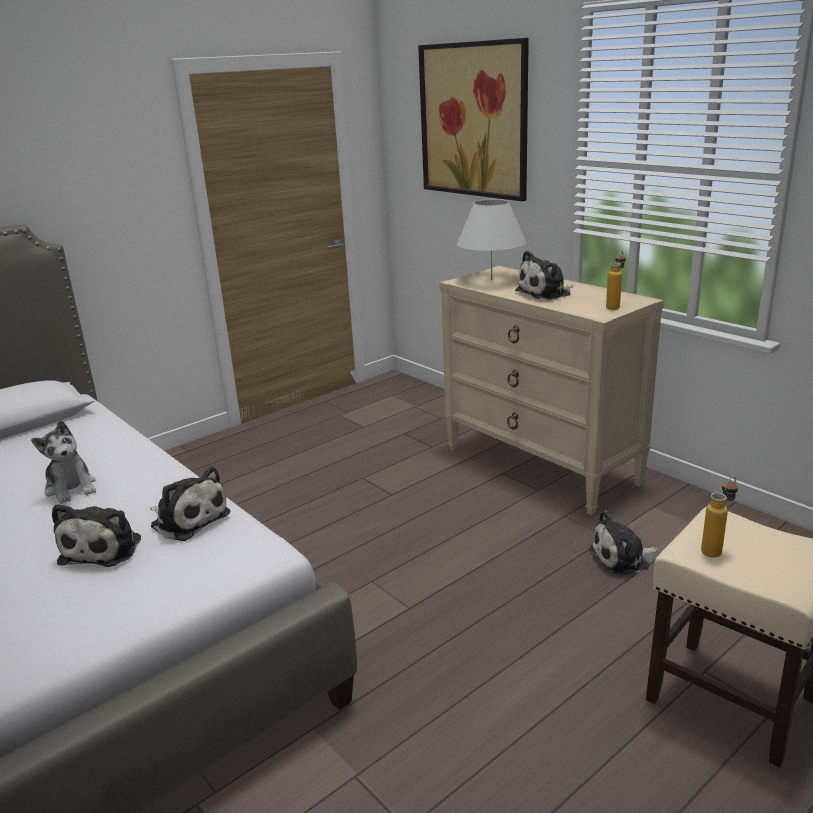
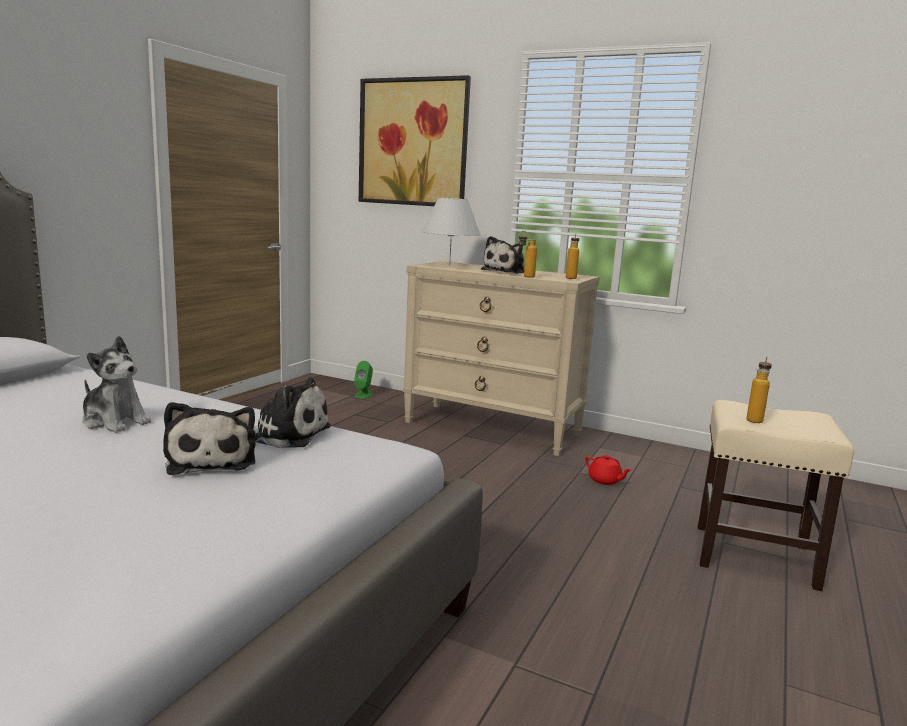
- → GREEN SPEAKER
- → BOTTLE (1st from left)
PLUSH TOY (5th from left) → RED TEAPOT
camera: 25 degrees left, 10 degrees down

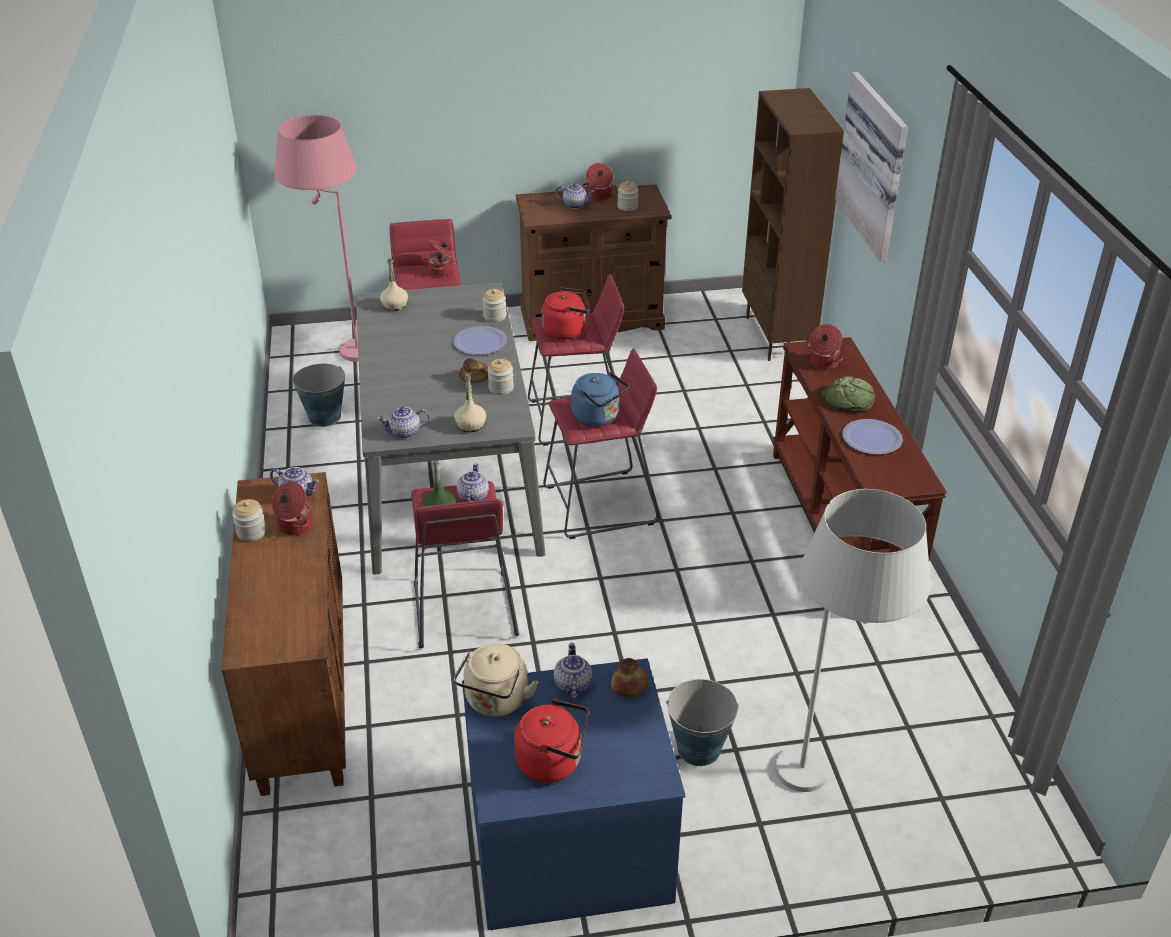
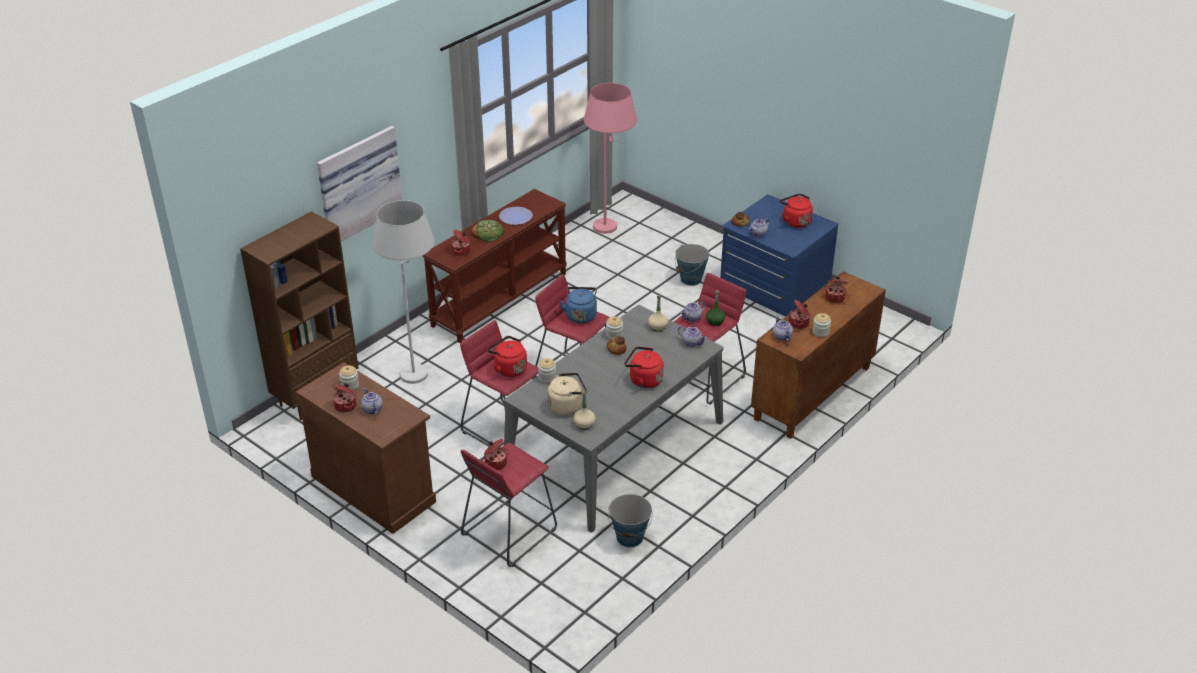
WHITE FLOOR LAMP, move
BEIGE KETTLE, move
PINK FLOOR LAMP, move
- → RED KETTLE (2nd from left)
- → COOKING POT (5th from left)
PLATE (1st from left) → -
camera: 130 degrees left, 0 degrees up

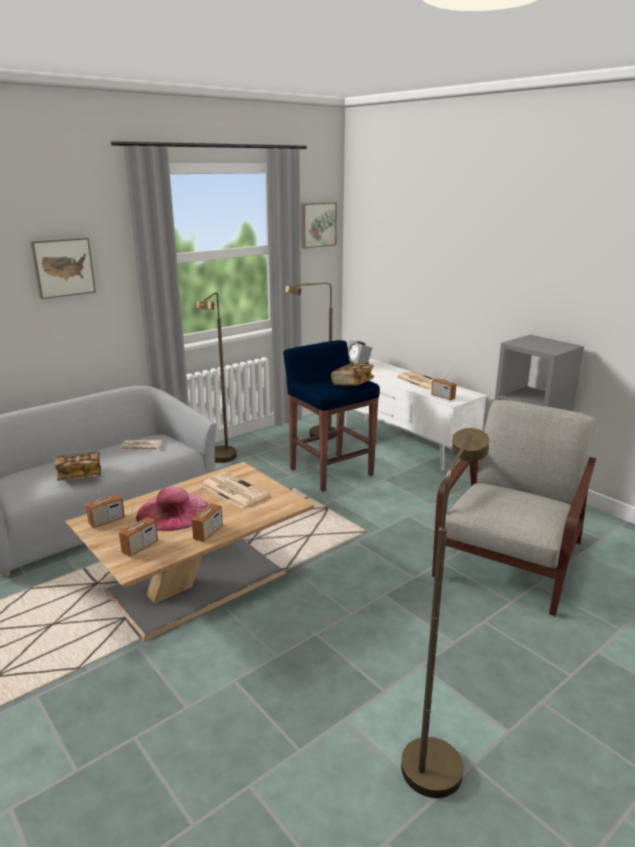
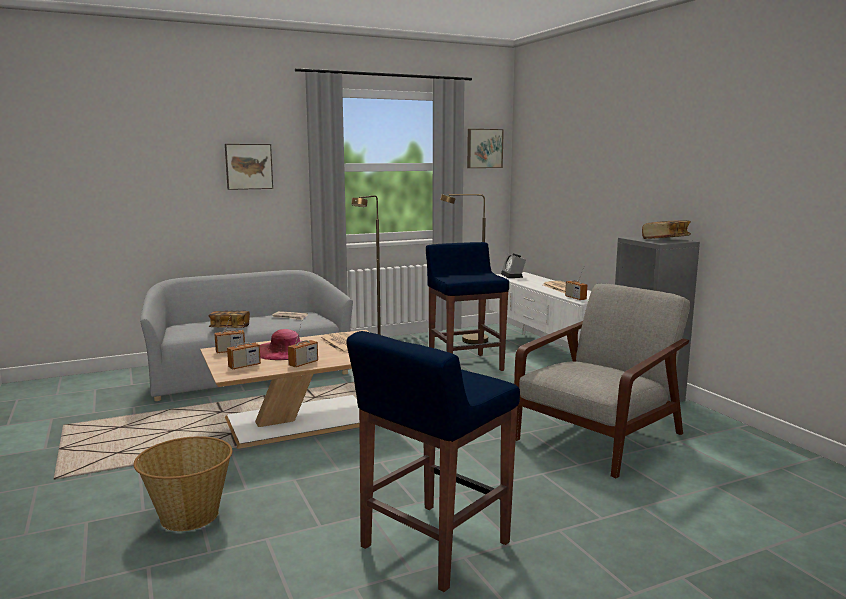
- → BASKET
BROWN FLOOR LAMP (3rd from left) → BLUE STOOL (1st from left)
BOOK (2nd from left), move
camera: 15 degrees right, 10 degrees down

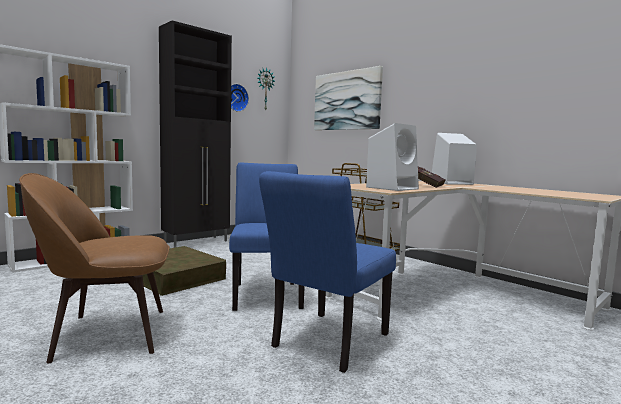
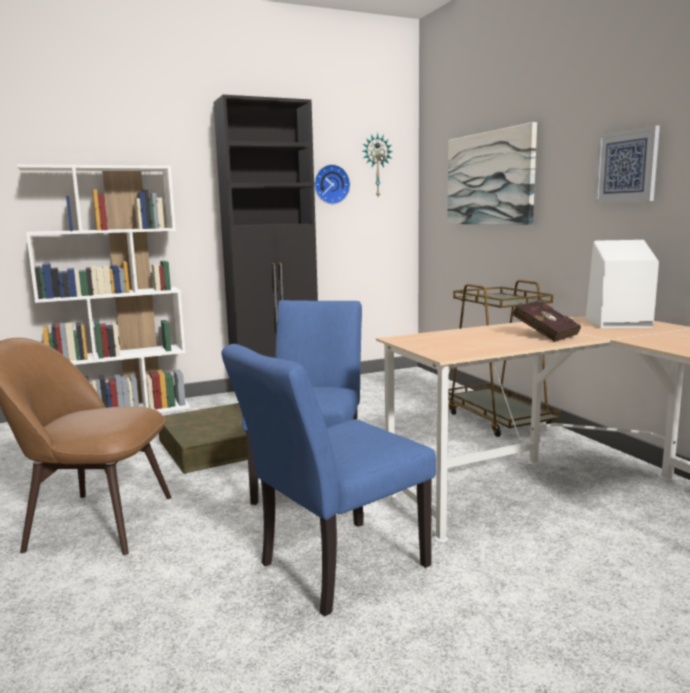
- → PICTURE (2nd from left)
WHITE SPEAKER (1st from left) → -
camera: 20 degrees right, 5 degrees up

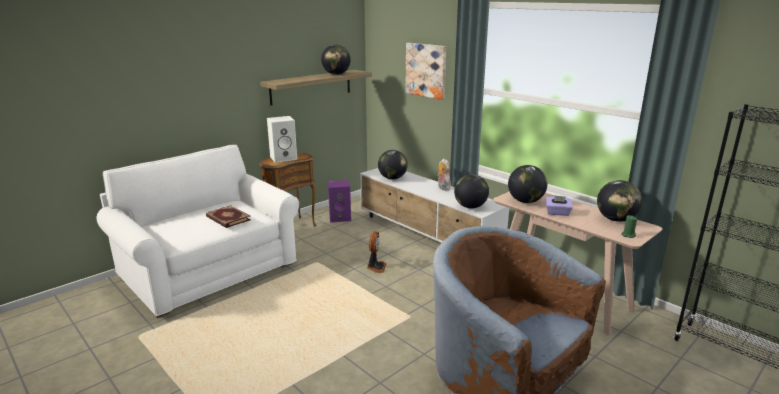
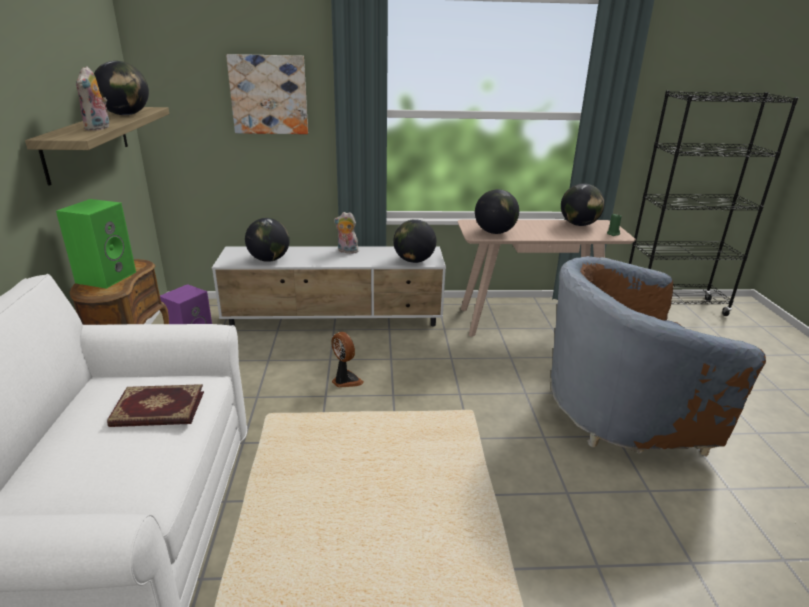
WHITE SPEAKER → GREEN SPEAKER
- → PLUSH TOY (1st from left)
PURPLE TISSUE BOX → -
camera: 50 degrees left, 5 degrees up

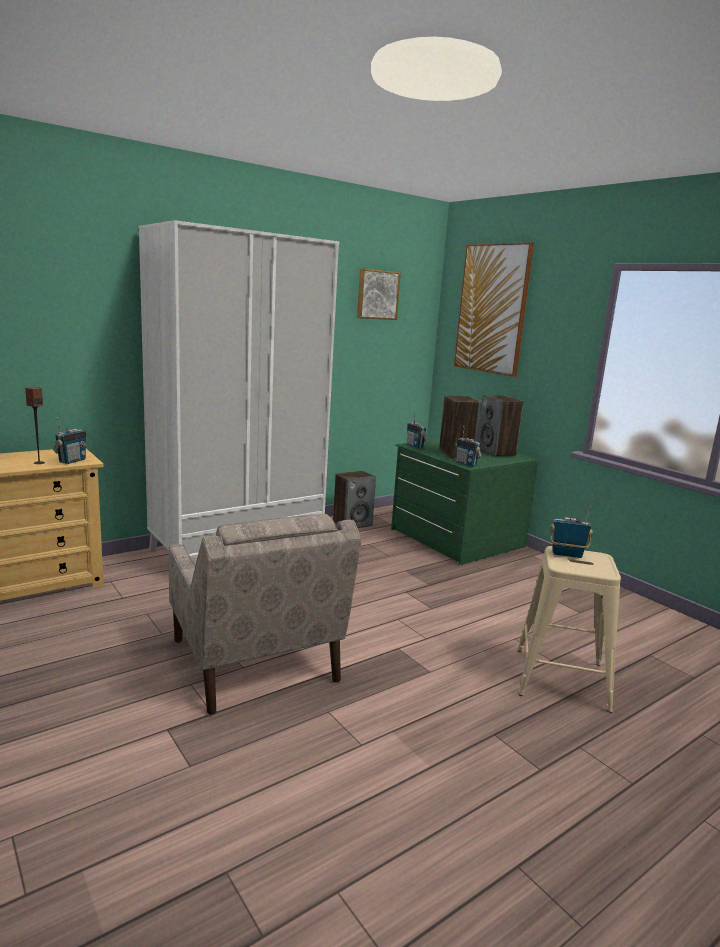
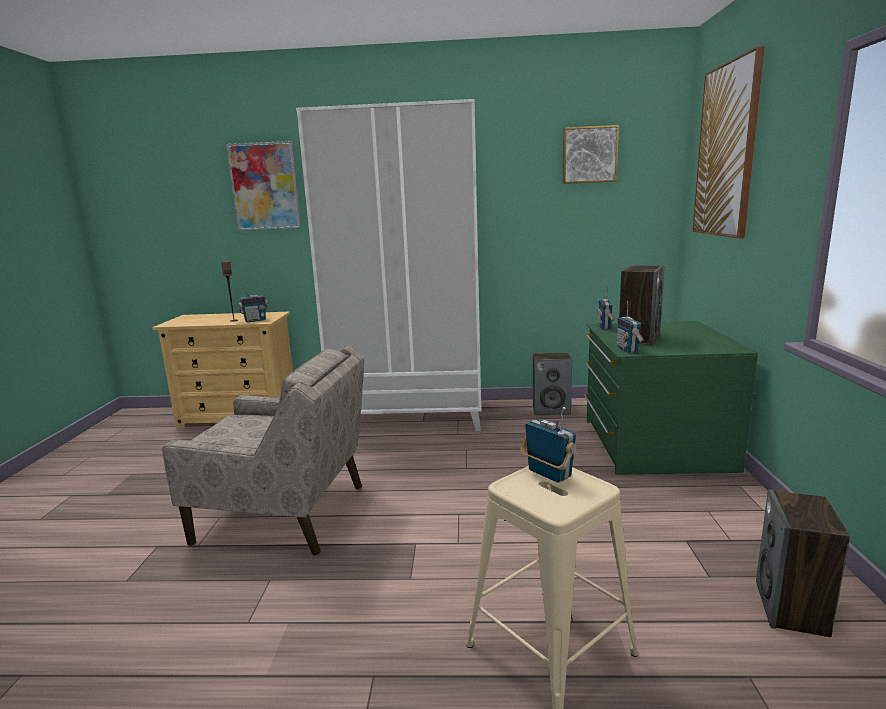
BEIGE ARMCHAIR, 90 degrees counterclockwise
- → PICTURE (1st from left)
SPEAKER (4th from left), move
camera: 40 degrees right, 0 degrees up

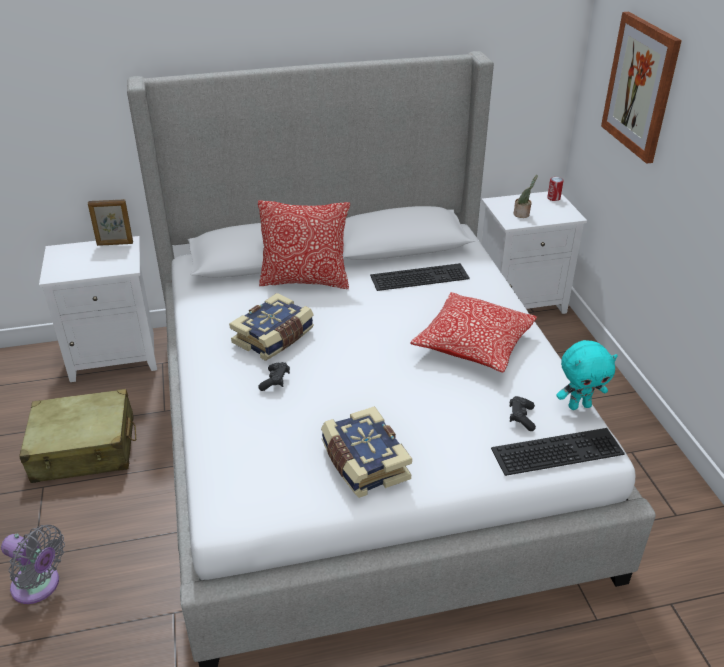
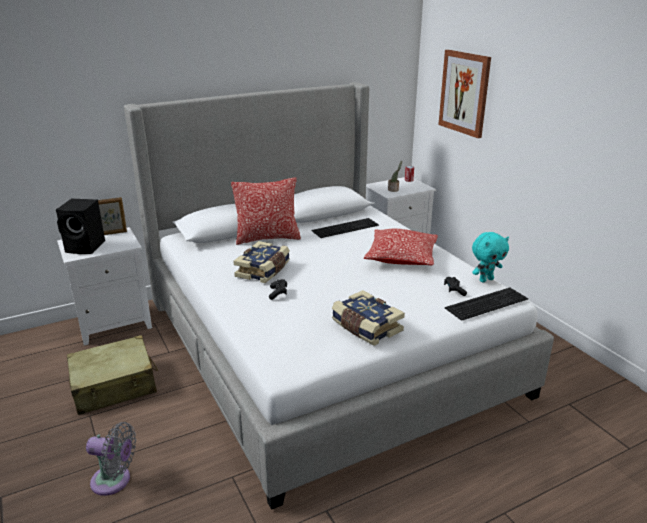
- → BLACK SPEAKER
camera: 15 degrees left, 10 degrees down

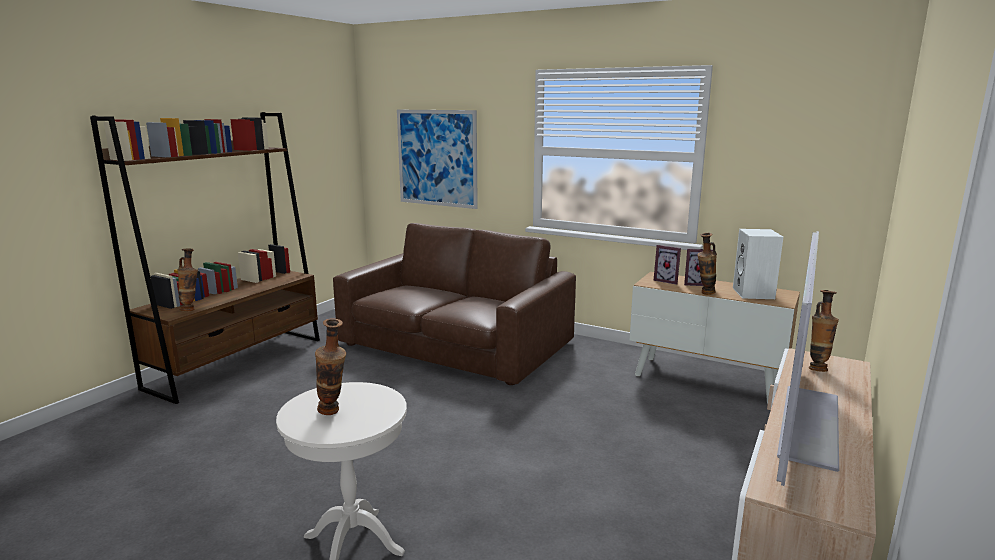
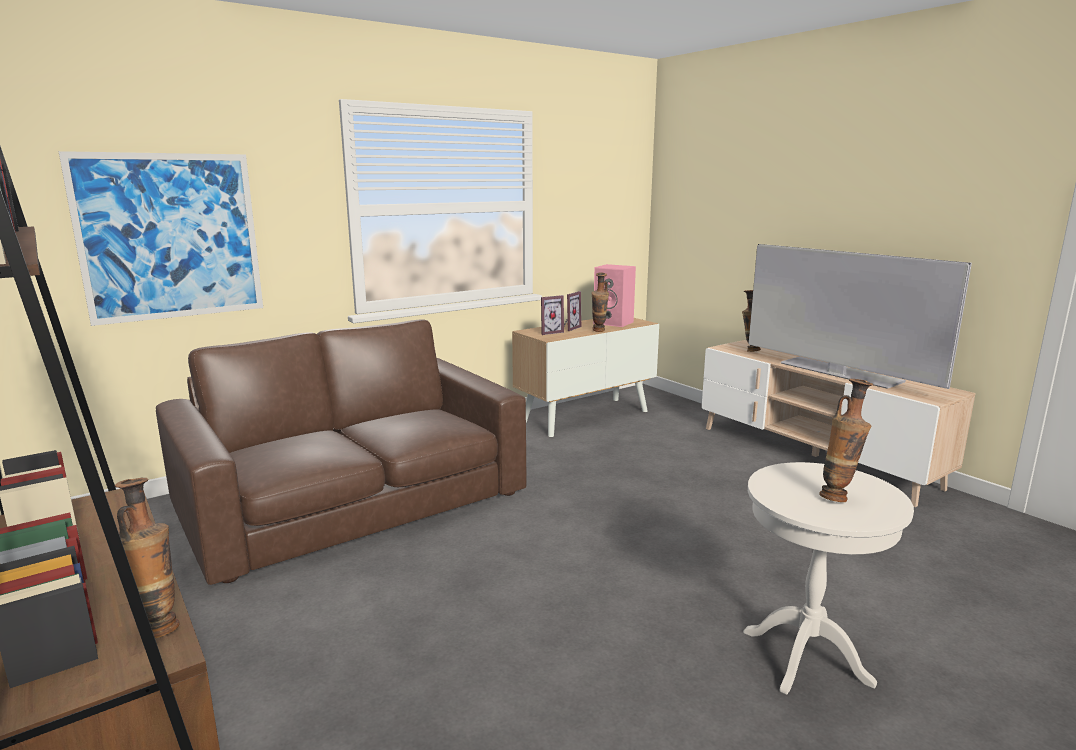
WHITE SPEAKER → PINK SPEAKER
camera: 65 degrees left, 0 degrees up

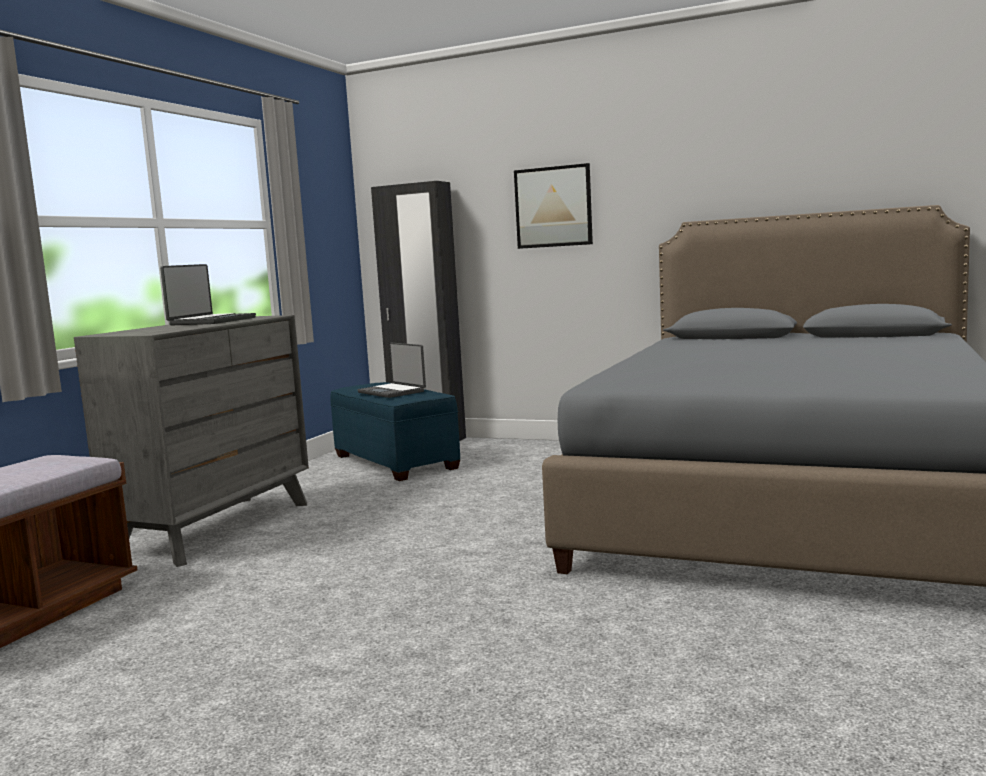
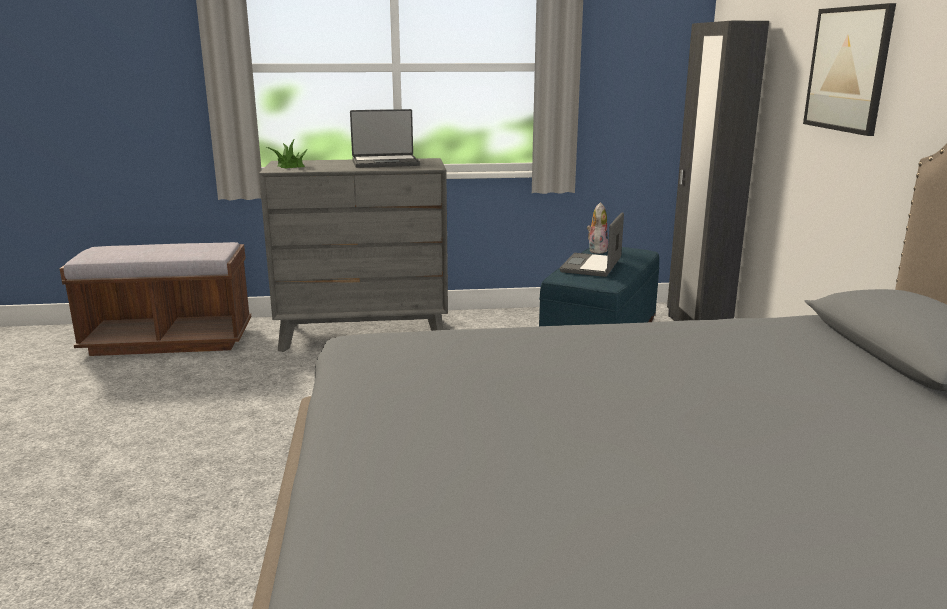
- → POTTED PLANT
- → PLUSH TOY
camera: 60 degrees right, 10 degrees up

